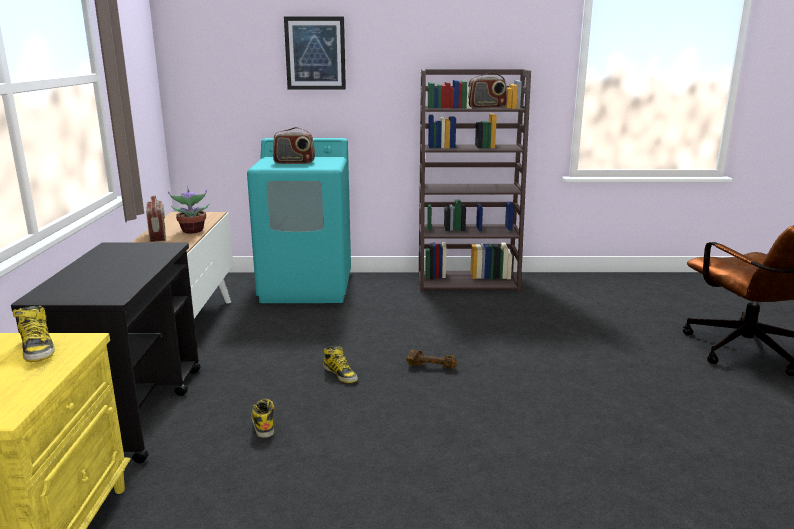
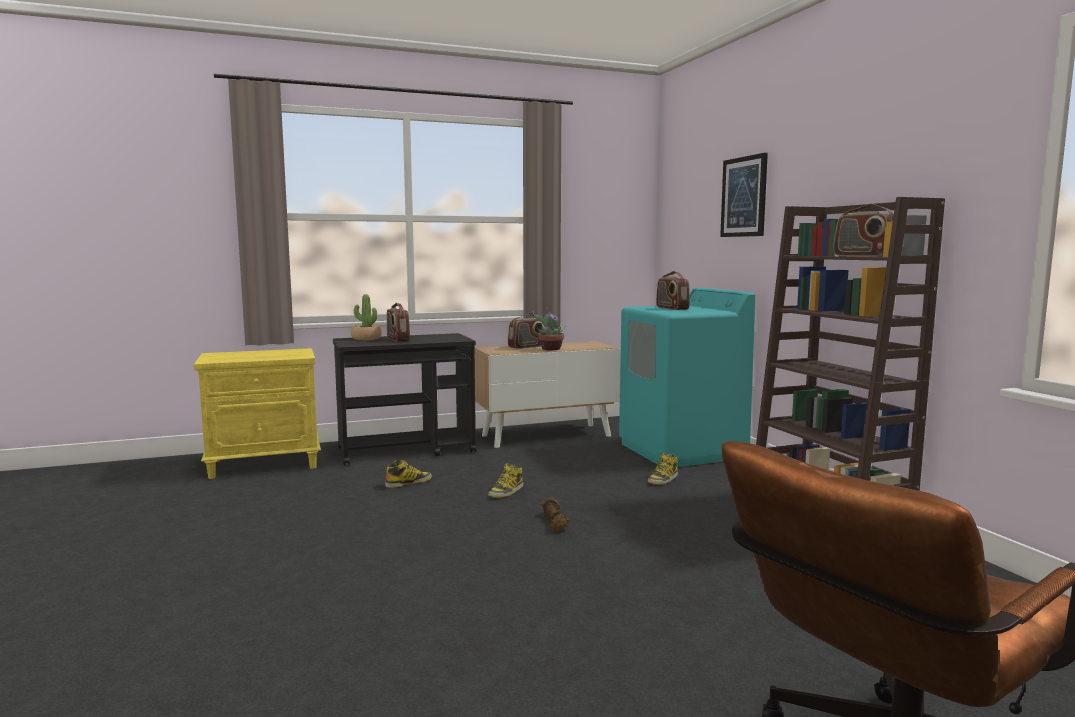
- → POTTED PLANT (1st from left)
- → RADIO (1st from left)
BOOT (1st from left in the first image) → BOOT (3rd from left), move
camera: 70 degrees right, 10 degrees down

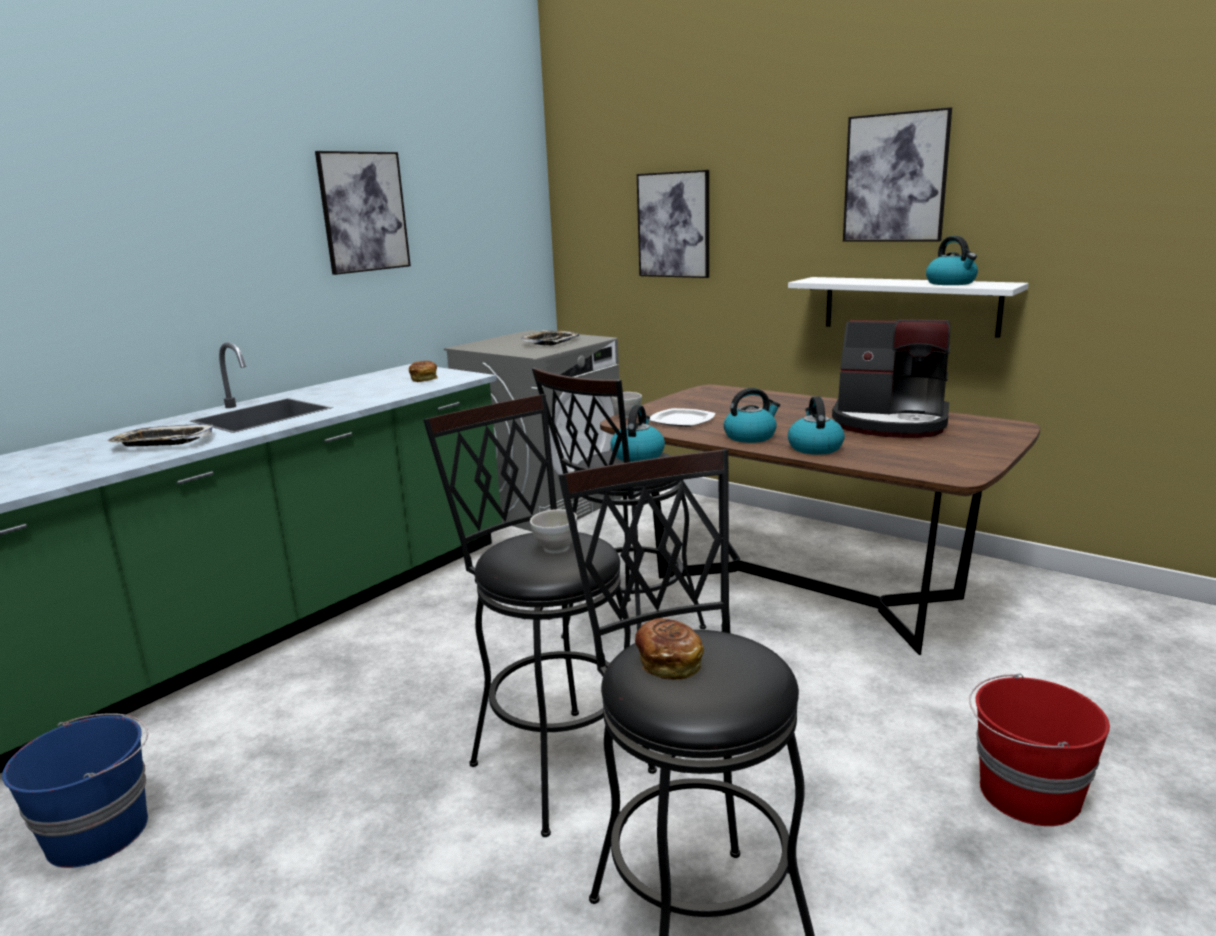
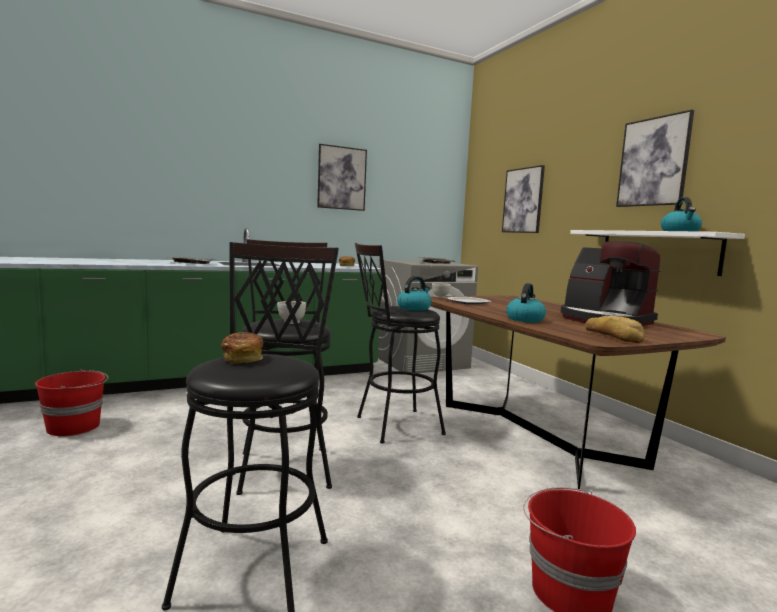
BLUE BUCKET → RED BUCKET (1st from left)
- → BREAD (3rd from left)
KETTLE (2nd from left) → -
camera: 25 degrees right, 10 degrees down

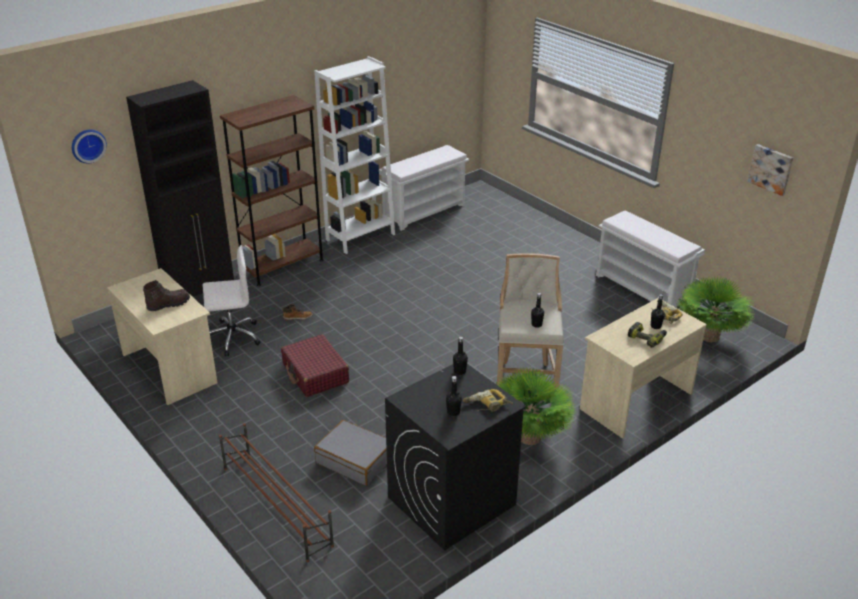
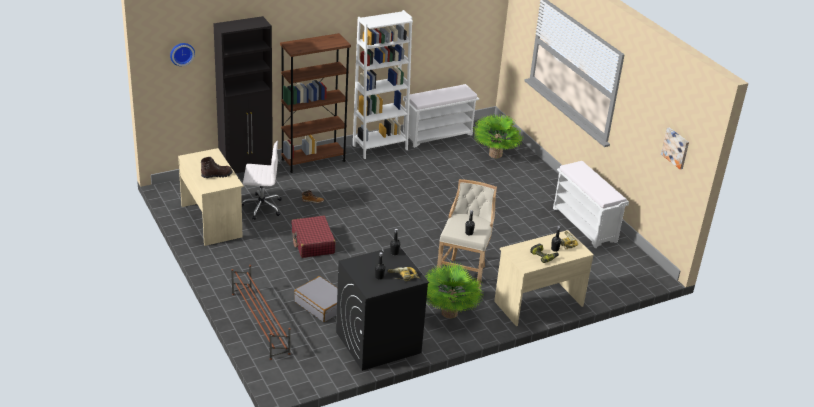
POTTED PLANT (2nd from left), move
camera: 10 degrees right, 0 degrees up

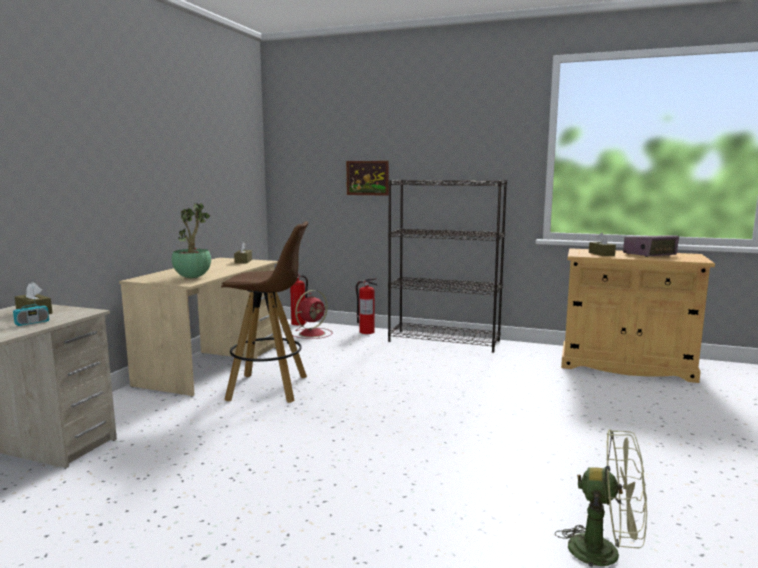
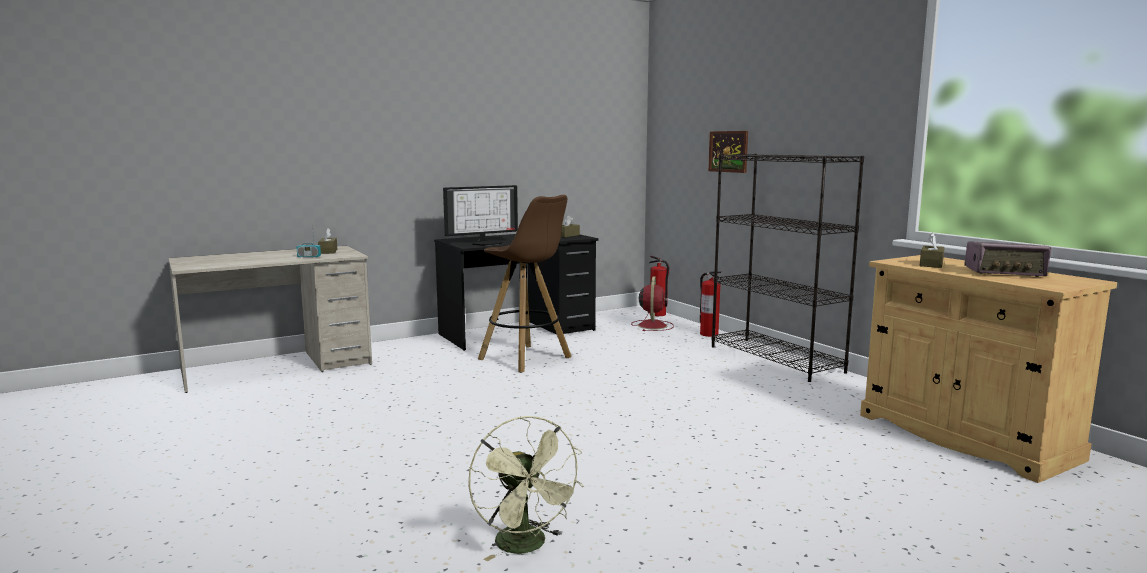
BEIGE DESK (2nd from left) → BLACK DESK
POTTED PLANT → MONITOR
RED FAN, 75 degrees counterclockwise
camera: 40 degrees right, 0 degrees up

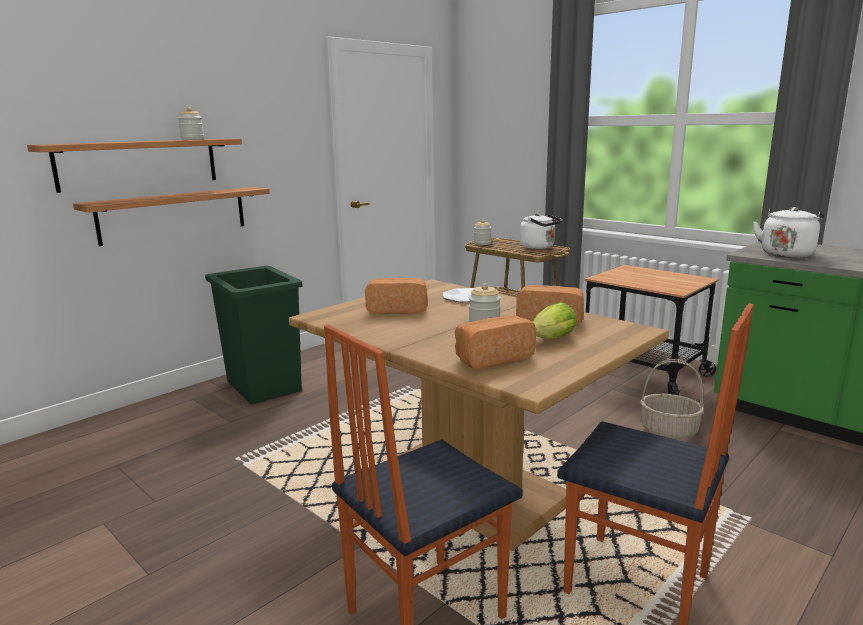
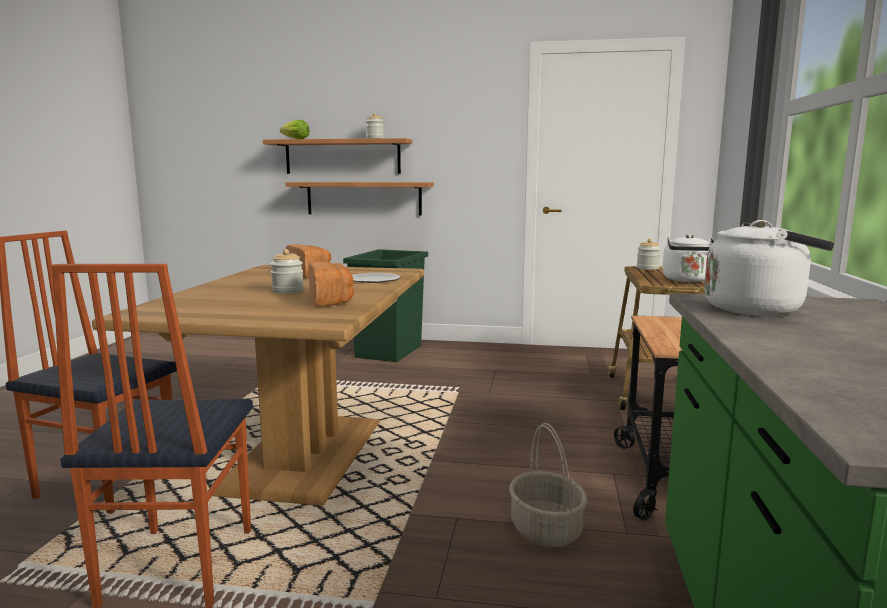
LETTUCE, move
BREAD (2nd from left) → -
camera: 55 degrees right, 5 degrees down

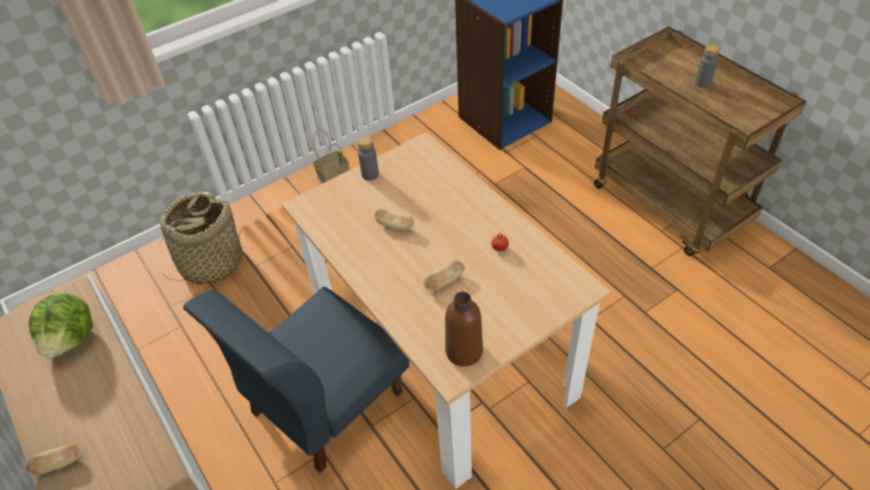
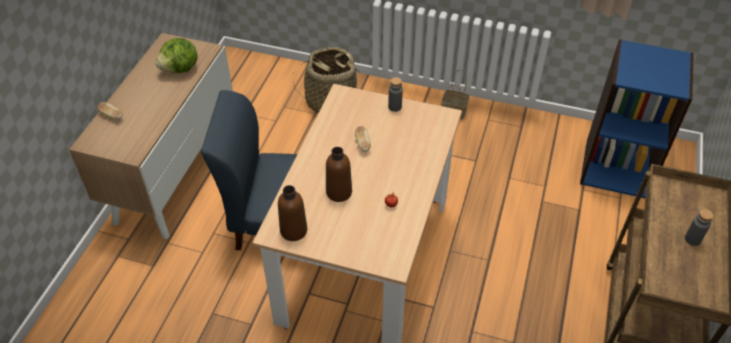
BREAD (3rd from left) → BROWN BOTTLE (2nd from left)
camera: 50 degrees right, 0 degrees up

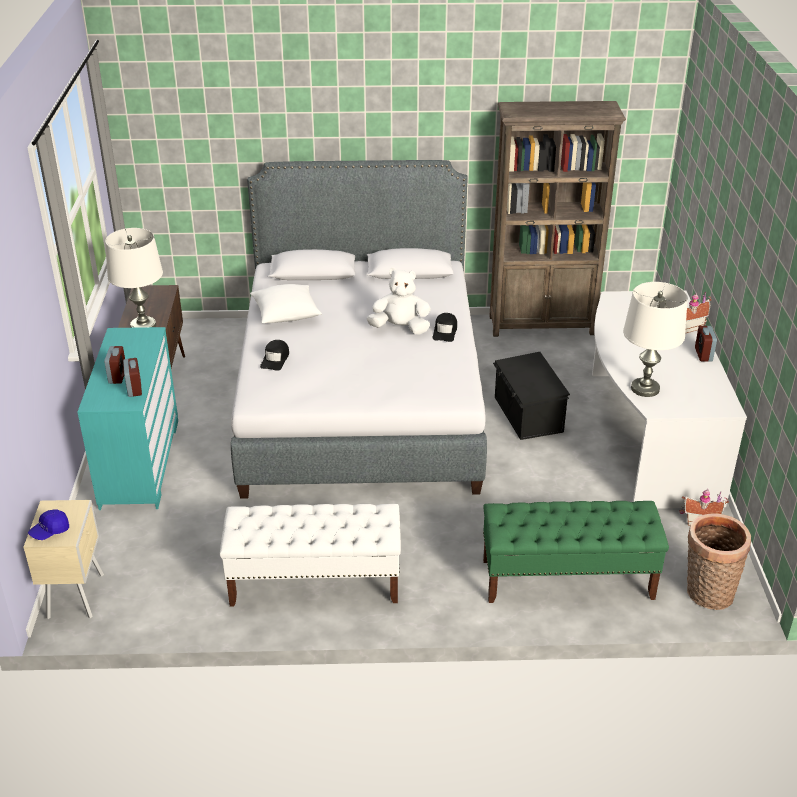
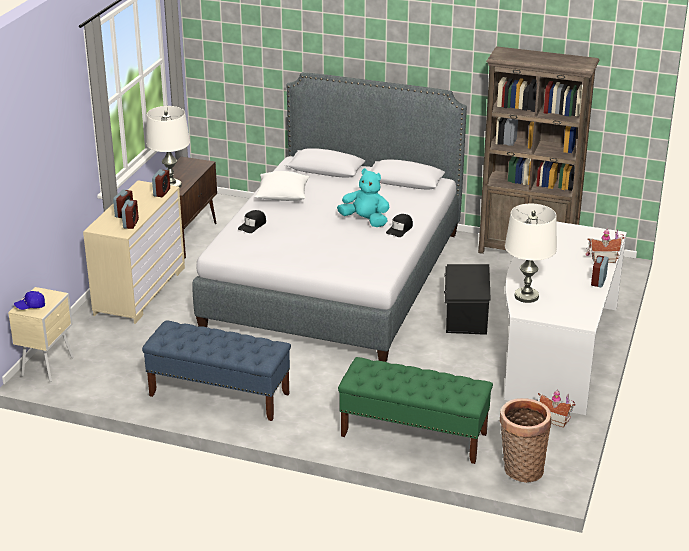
TURQUOISE DRESSER → BEIGE DRESSER
WHITE BENCH → BLUE BENCH
- → ALARM CLOCK (3rd from left)
WHITE PLUSH TOY → TURQUOISE PLUSH TOY
camera: 20 degrees right, 5 degrees down

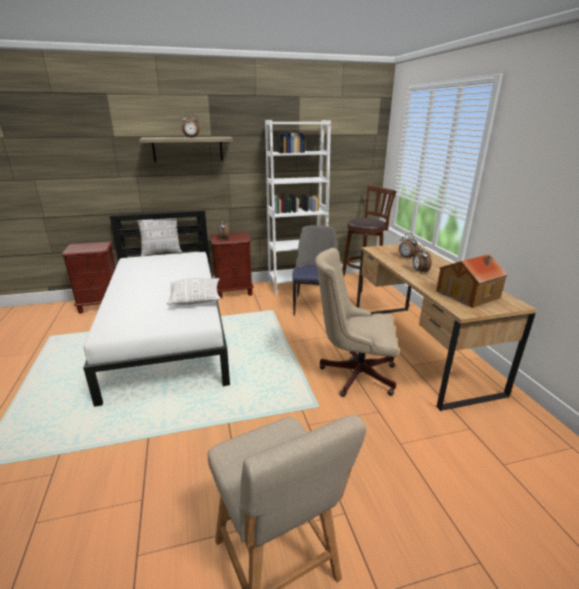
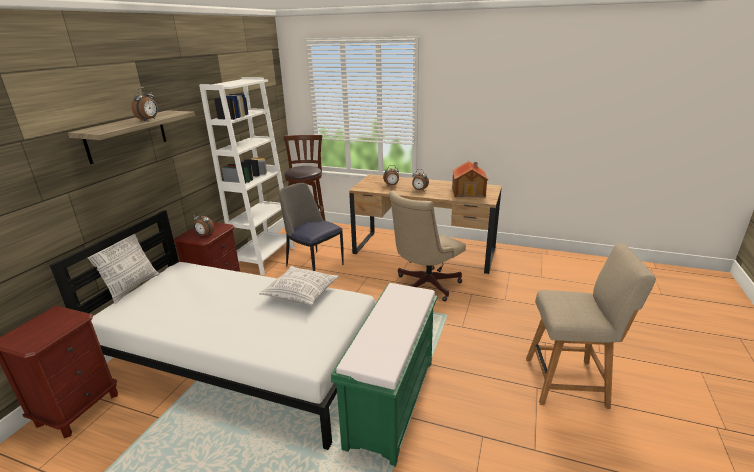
- → GREEN BENCH
camera: 55 degrees left, 0 degrees up

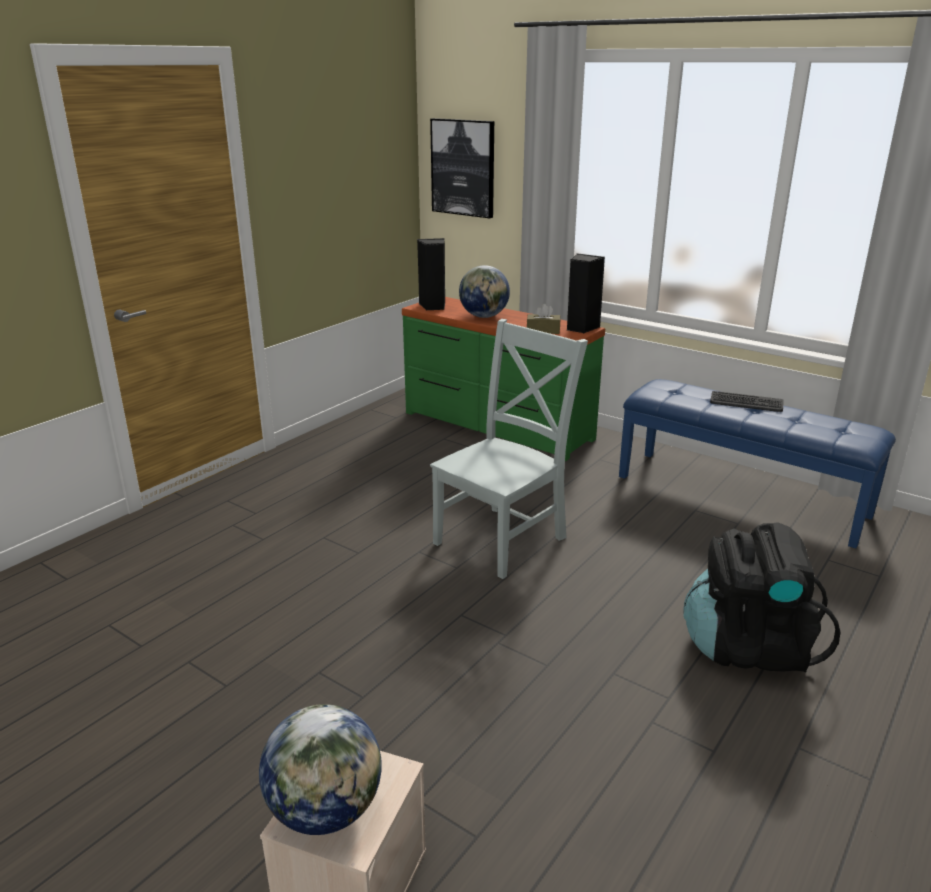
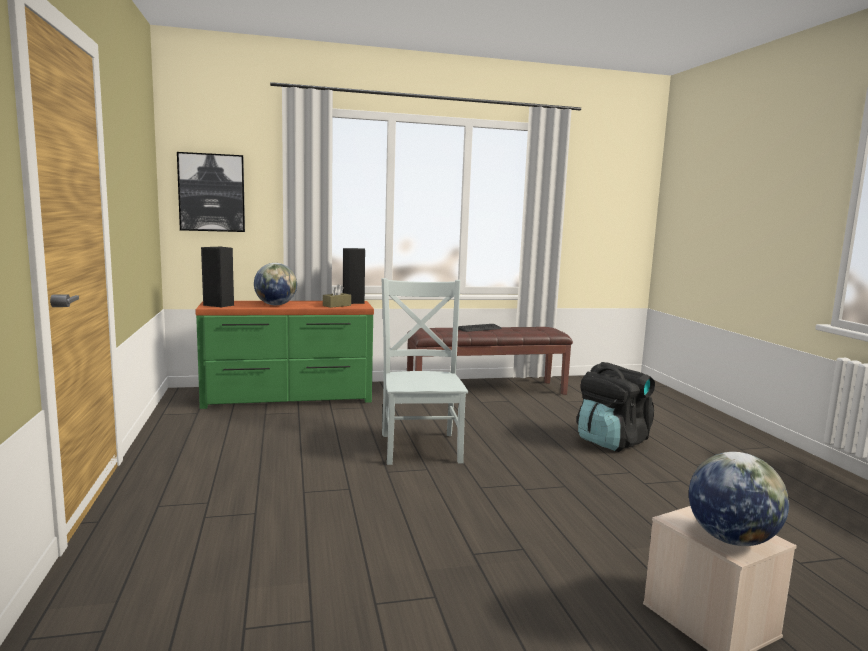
BLUE BENCH → BROWN BENCH
camera: 50 degrees left, 15 degrees down

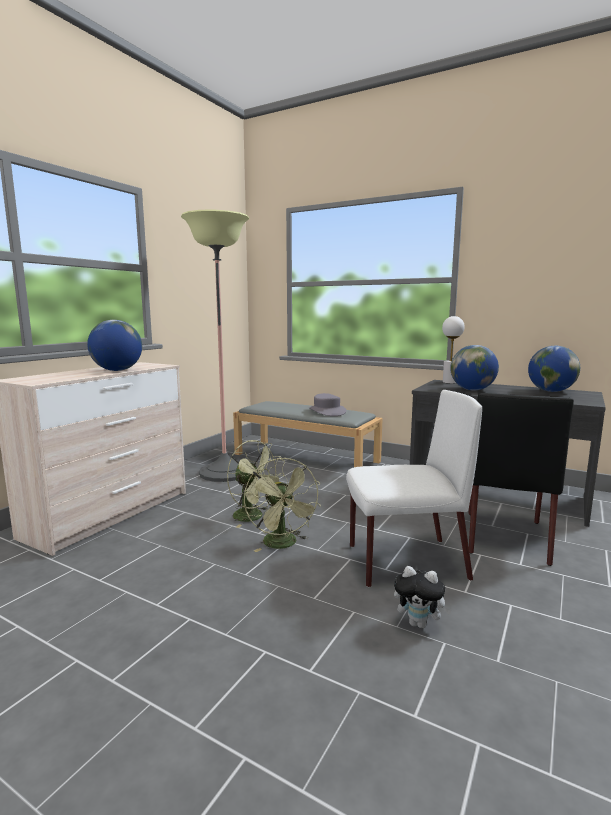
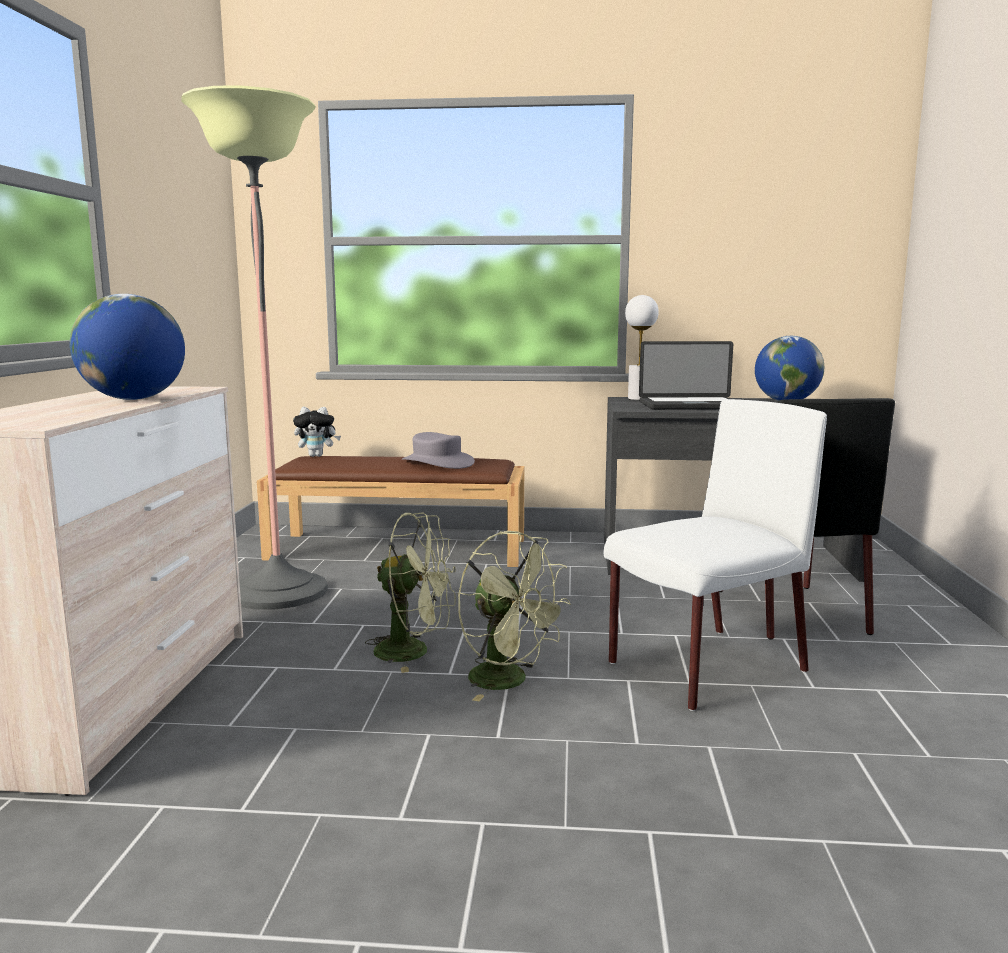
GREY BENCH → BROWN BENCH
PLUSH TOY, move
GLOBE (2nd from left) → LAPTOP
camera: 25 degrees left, 0 degrees up

